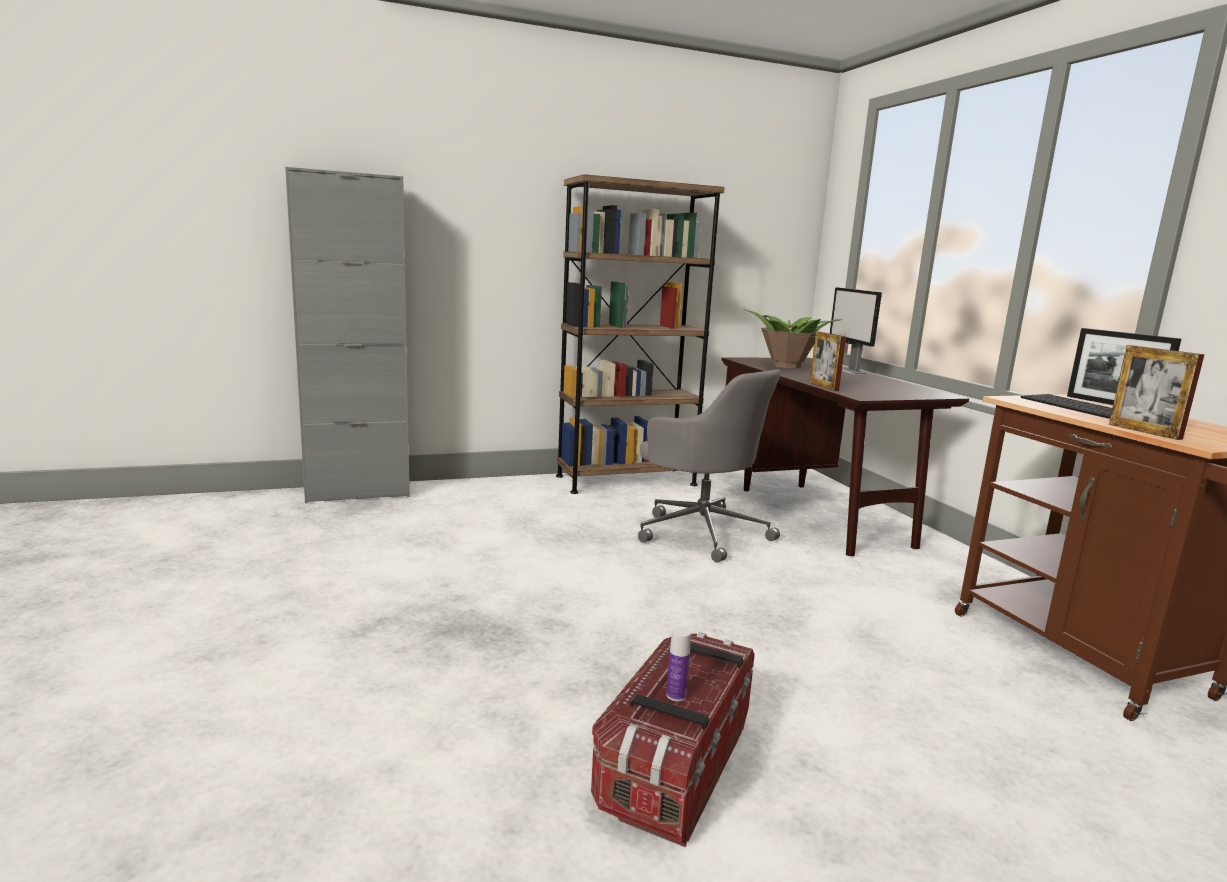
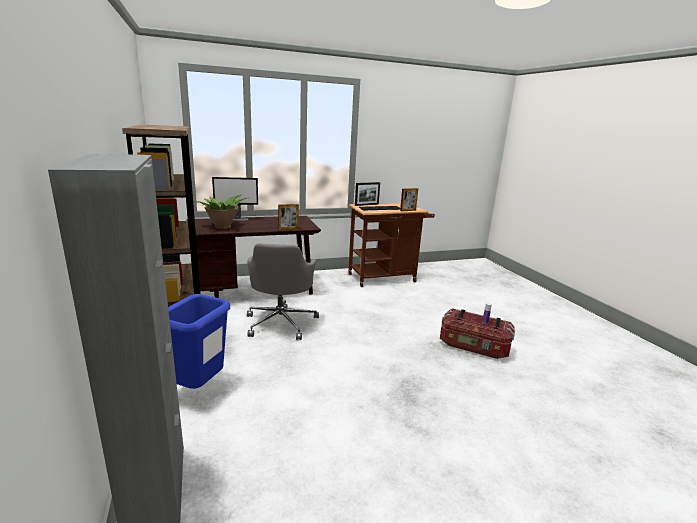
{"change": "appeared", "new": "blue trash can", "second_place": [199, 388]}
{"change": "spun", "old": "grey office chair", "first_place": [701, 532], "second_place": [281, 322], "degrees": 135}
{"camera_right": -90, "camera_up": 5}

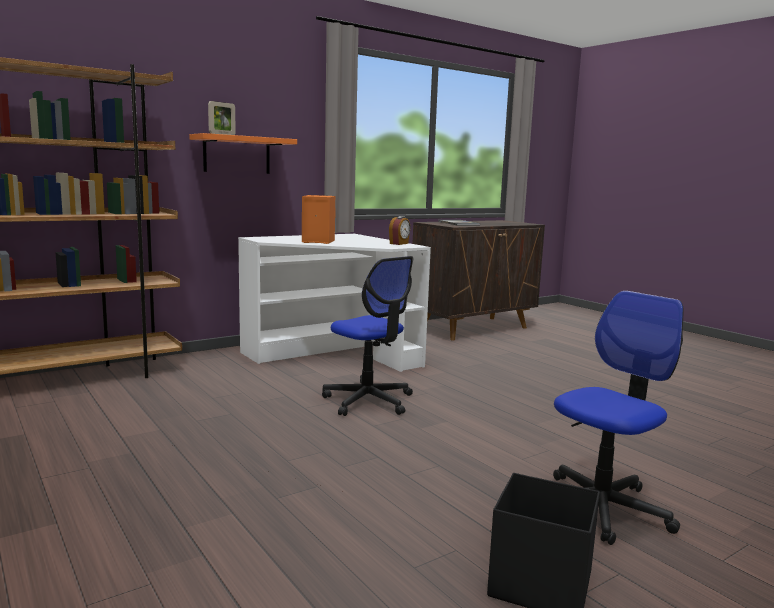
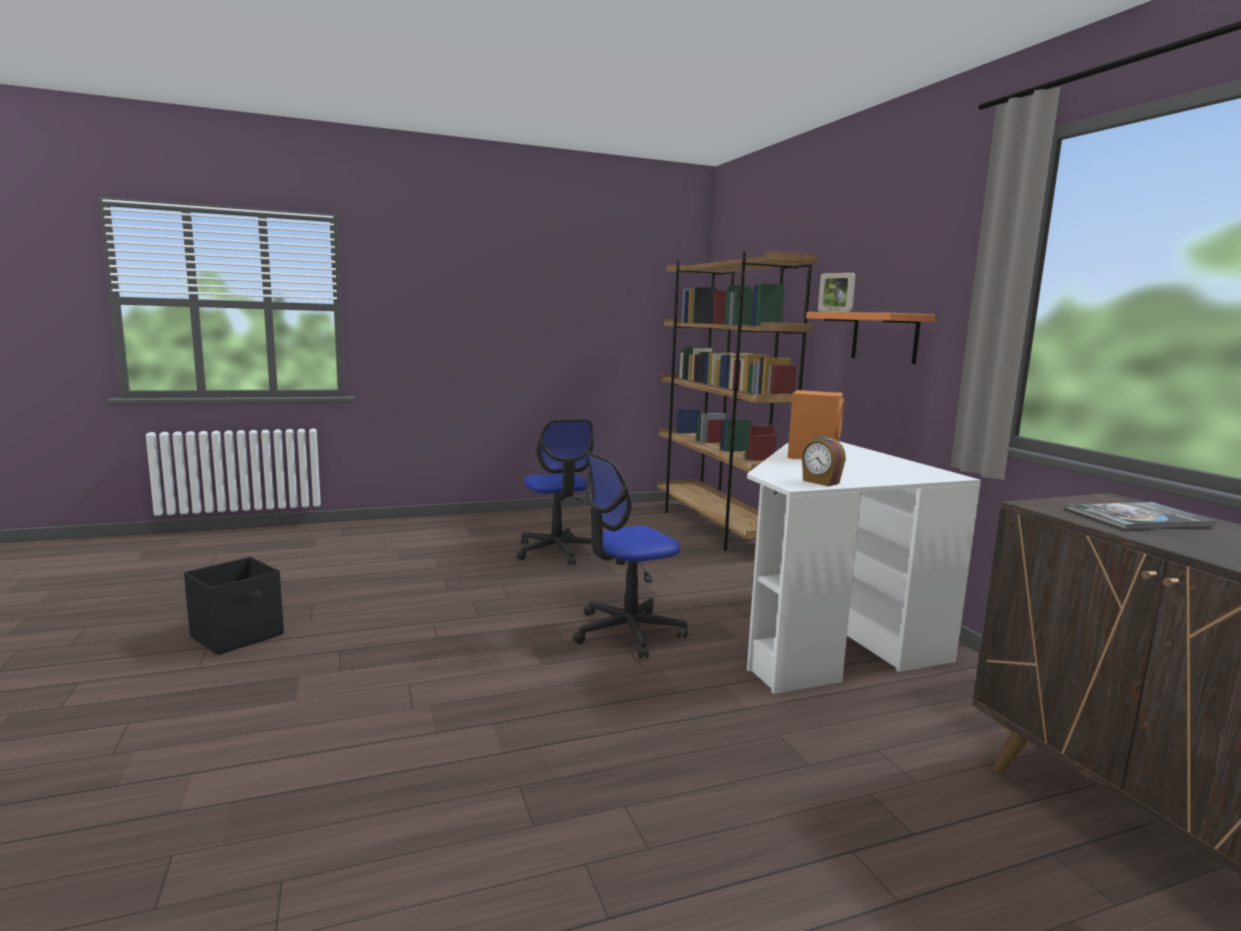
{"change": "relocated", "old": "office chair", "first_place": [602, 508], "second_place": [557, 551]}
{"camera_right": 105, "camera_up": 0}

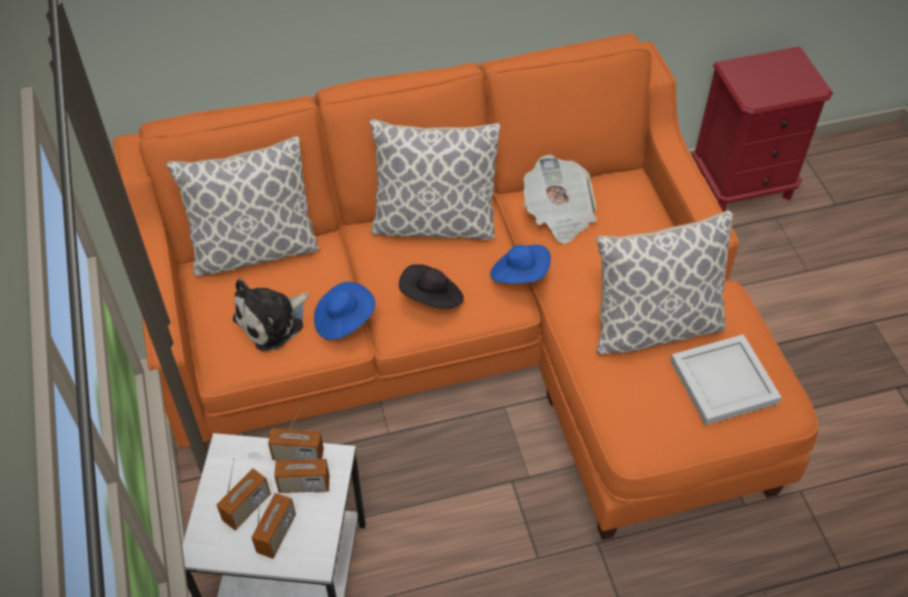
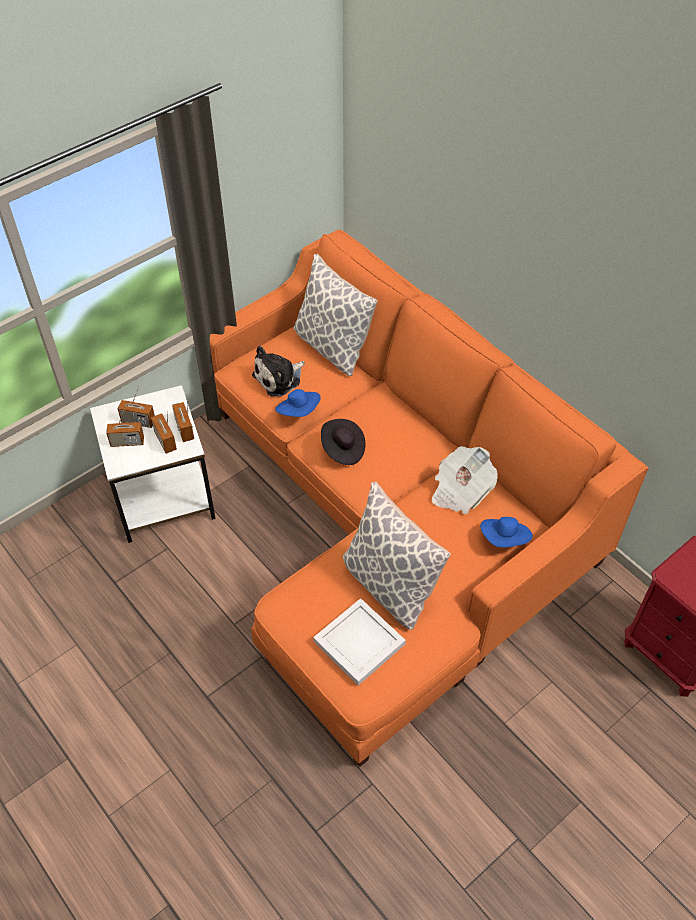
{"change": "missing", "old": "pillow", "first_place": [434, 222]}
{"change": "relocated", "old": "blue hat", "first_place": [520, 275], "second_place": [505, 539]}
{"change": "spun", "old": "plush toy", "first_place": [273, 321], "second_place": [279, 378], "degrees": -60}
{"camera_right": 65, "camera_up": 0}

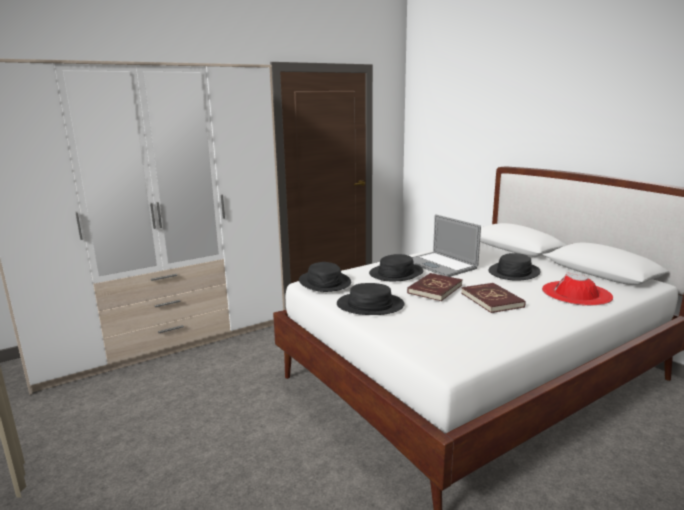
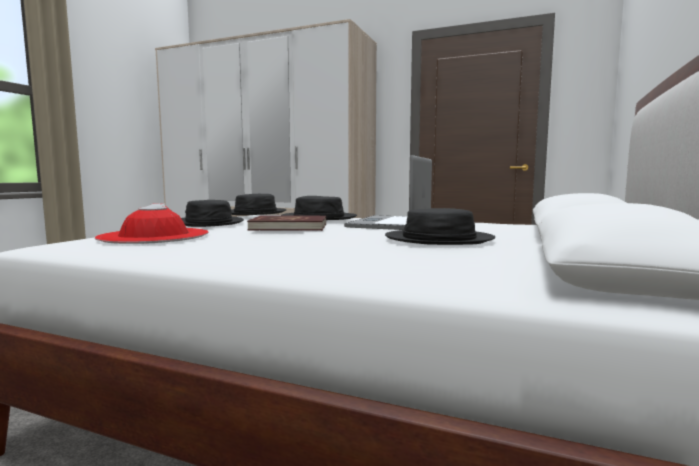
{"change": "missing", "old": "red book", "first_place": [492, 300]}
{"change": "relocated", "old": "red hat", "first_place": [576, 293], "second_place": [154, 236]}
{"camera_right": 55, "camera_up": -10}

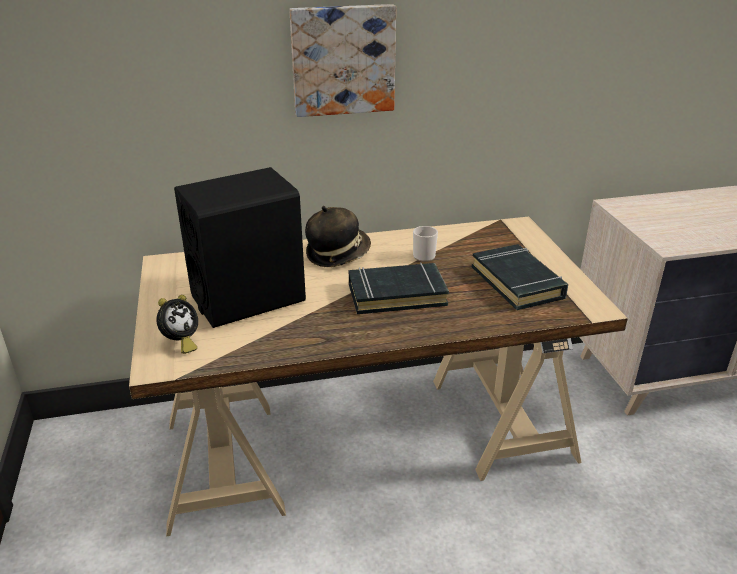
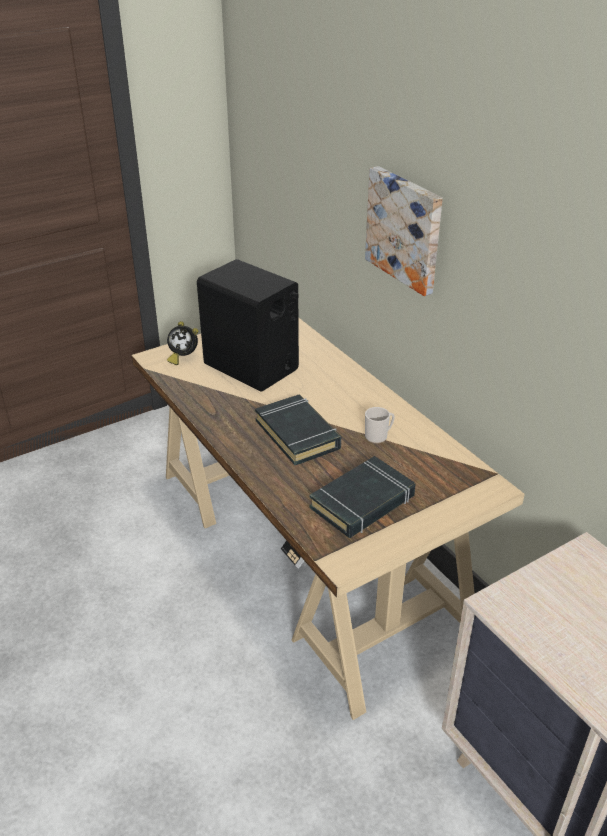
{"change": "missing", "old": "hat", "first_place": [337, 254]}
{"camera_right": 70, "camera_up": 5}

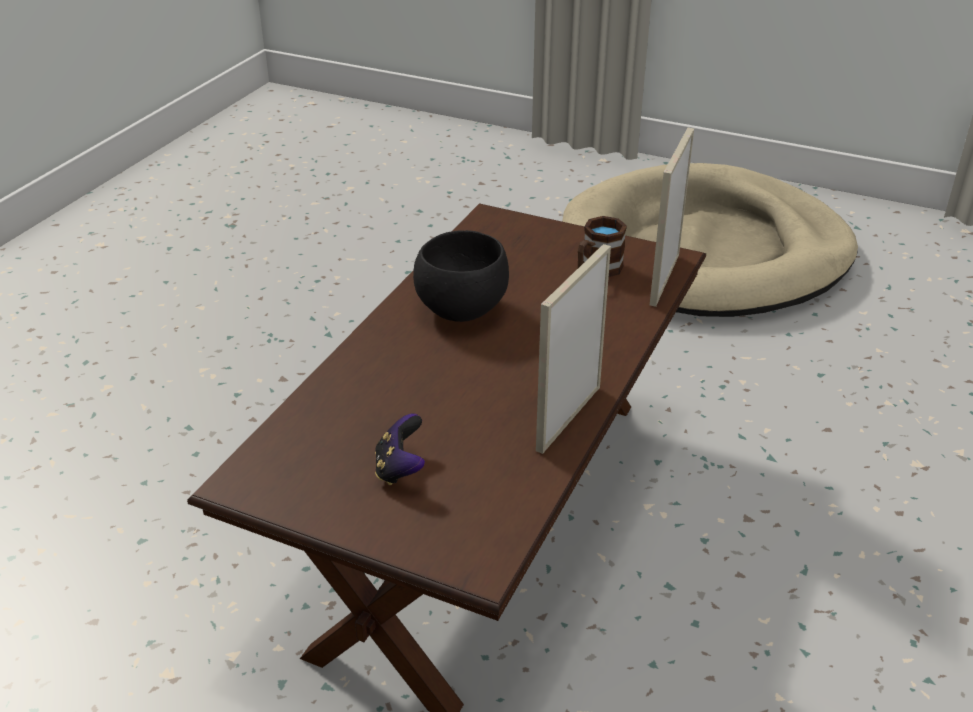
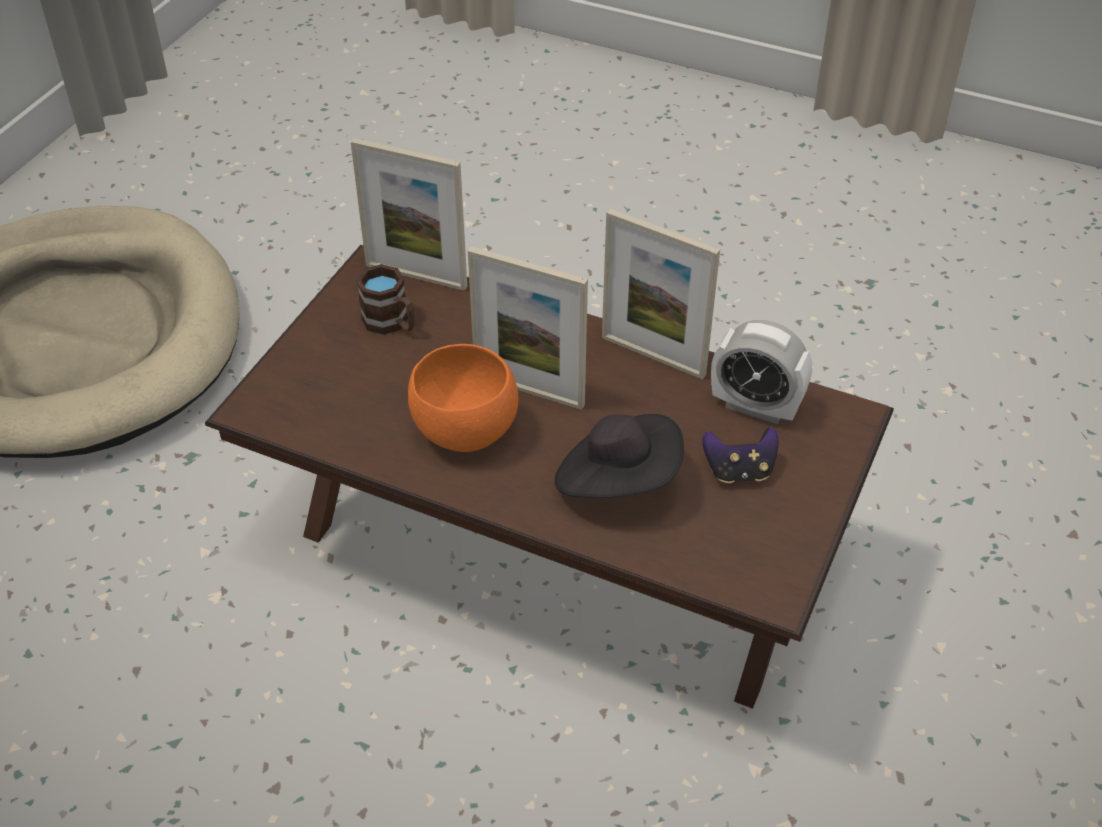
{"change": "appeared", "new": "picture frame", "second_place": [529, 390]}
{"change": "appeared", "new": "black hat", "second_place": [618, 480]}
{"change": "appeared", "new": "alarm clock", "second_place": [755, 406]}
{"change": "colour", "old": "black bowl", "new": "orange bowl", "first_place": [459, 310], "second_place": [464, 434]}
{"camera_right": -90, "camera_up": 10}

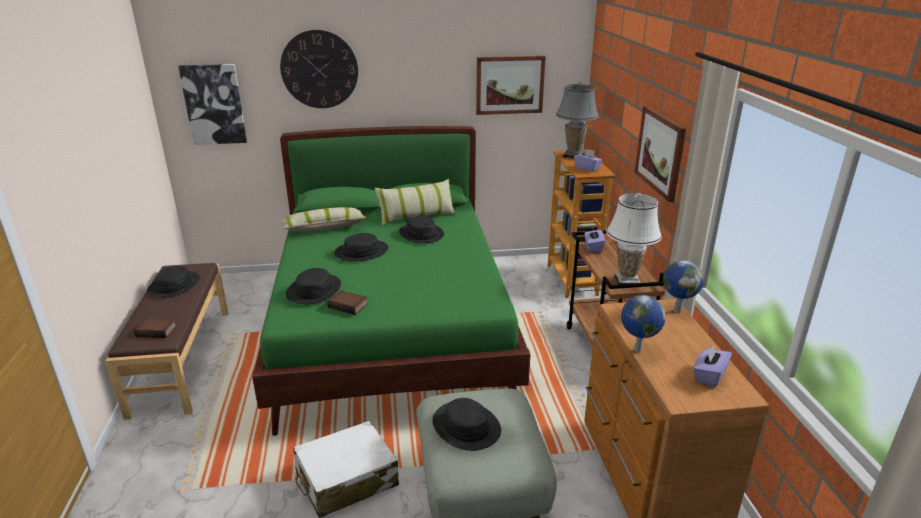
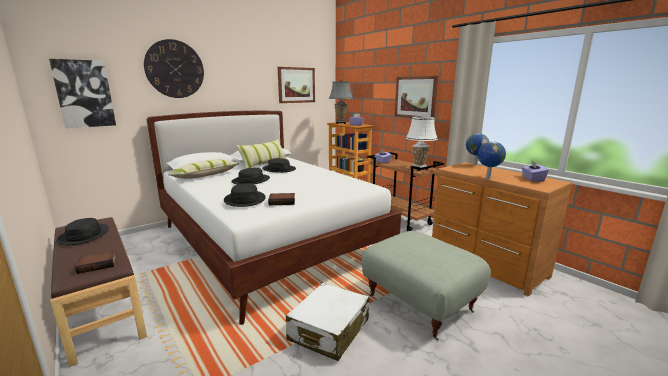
{"change": "missing", "old": "black hat", "first_place": [466, 426]}
{"change": "colour", "old": "green bed", "new": "white bed", "first_place": [392, 330], "second_place": [269, 241]}
{"camera_right": -30, "camera_up": -10}

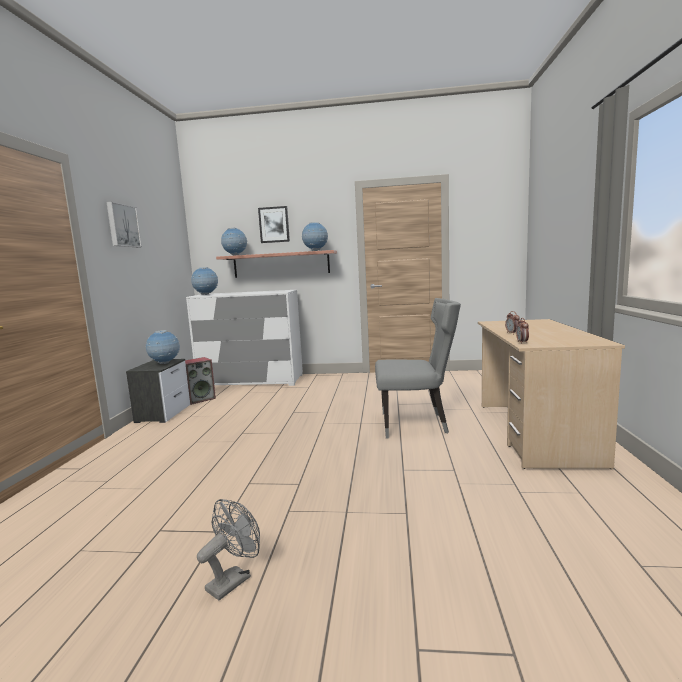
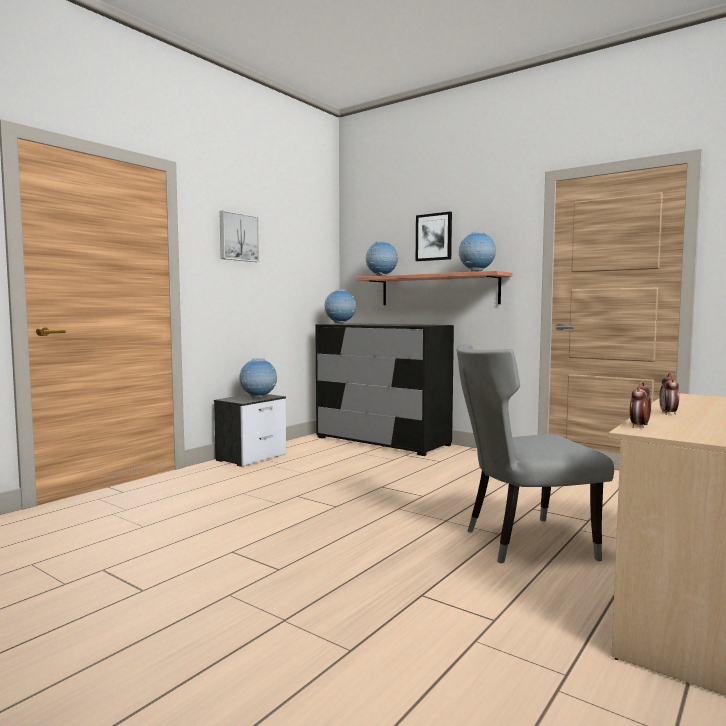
{"change": "missing", "old": "speaker", "first_place": [200, 399]}
{"change": "missing", "old": "grey fan", "first_place": [233, 579]}
{"change": "colour", "old": "white dresser", "new": "black dresser", "first_place": [251, 381], "second_place": [382, 441]}
{"change": "spun", "old": "grey chair", "first_place": [416, 424], "second_place": [522, 542], "degrees": 135}
{"camera_right": 30, "camera_up": -5}

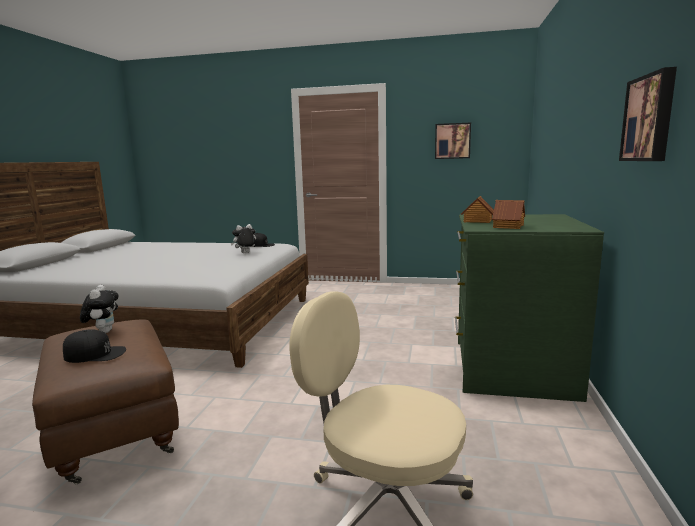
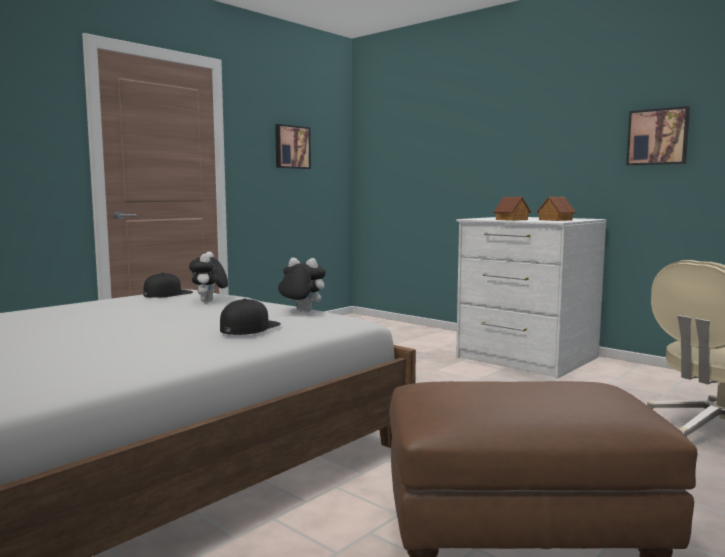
{"change": "relocated", "old": "black cap", "first_place": [95, 354], "second_place": [249, 327]}
{"change": "relocated", "old": "plush toy", "first_place": [103, 332], "second_place": [301, 311]}
{"change": "colour", "old": "green dresser", "new": "white dresser", "first_place": [510, 368], "second_place": [526, 358]}
{"camera_right": -60, "camera_up": -5}

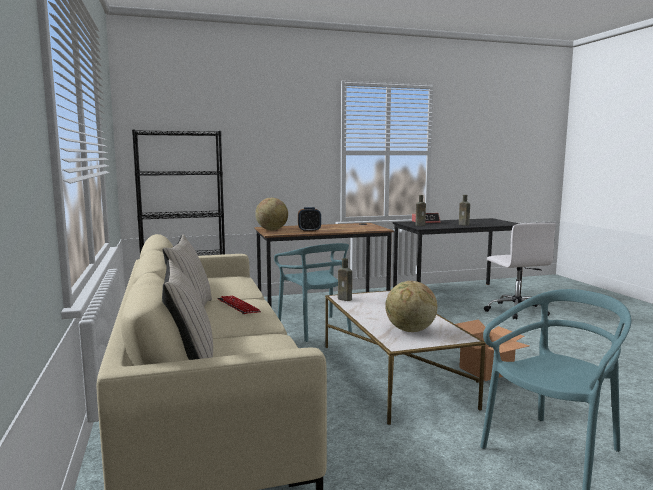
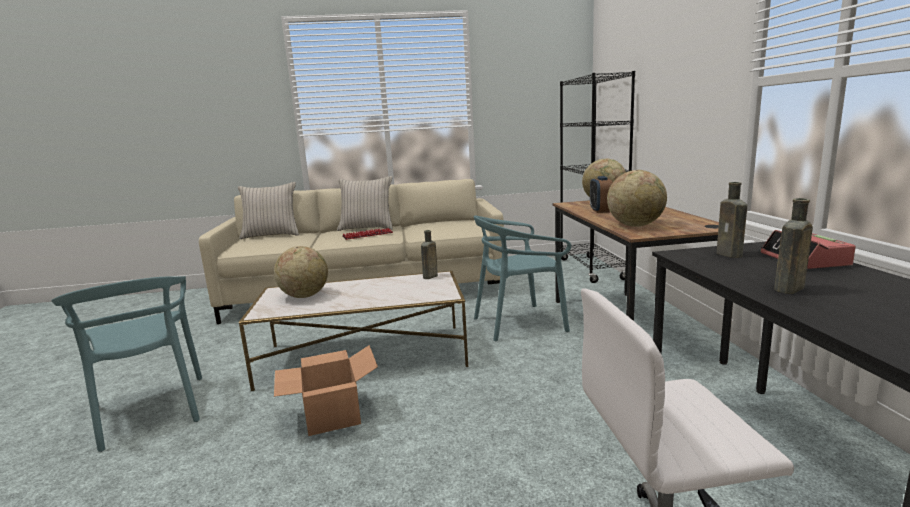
{"change": "appeared", "new": "globe", "second_place": [635, 225]}
{"camera_right": 100, "camera_up": 5}

